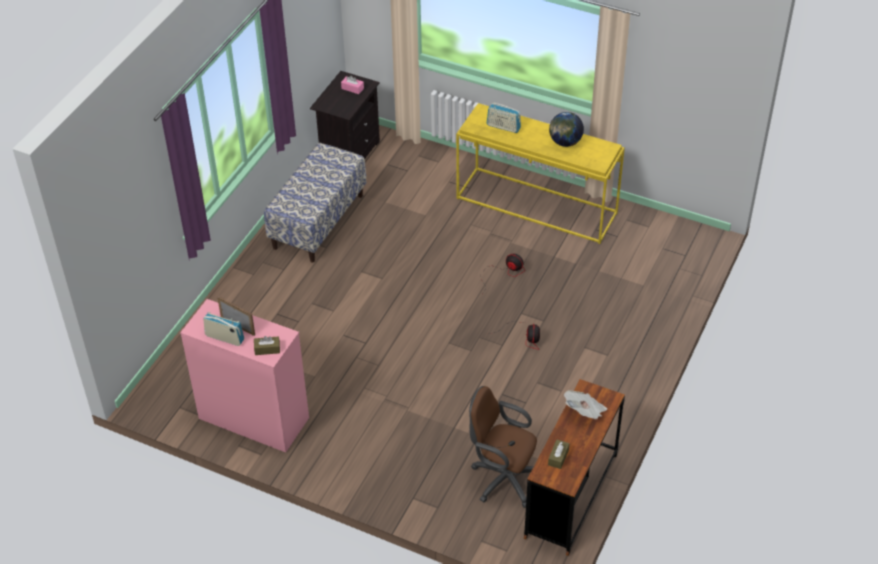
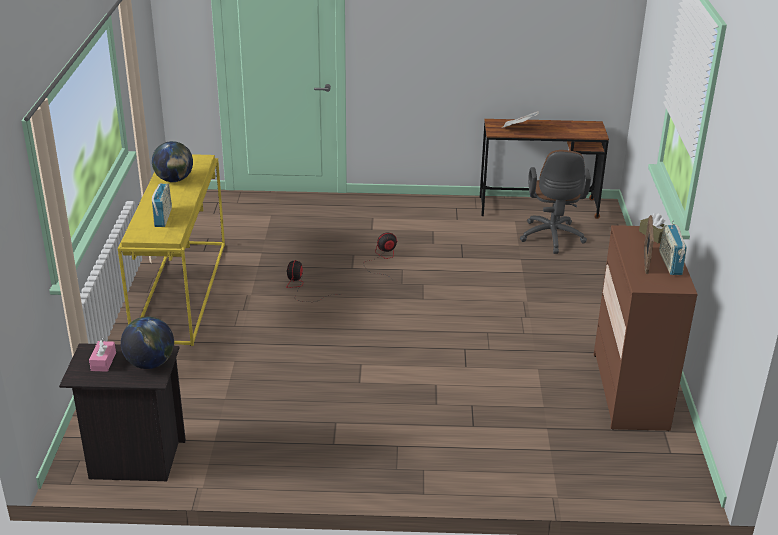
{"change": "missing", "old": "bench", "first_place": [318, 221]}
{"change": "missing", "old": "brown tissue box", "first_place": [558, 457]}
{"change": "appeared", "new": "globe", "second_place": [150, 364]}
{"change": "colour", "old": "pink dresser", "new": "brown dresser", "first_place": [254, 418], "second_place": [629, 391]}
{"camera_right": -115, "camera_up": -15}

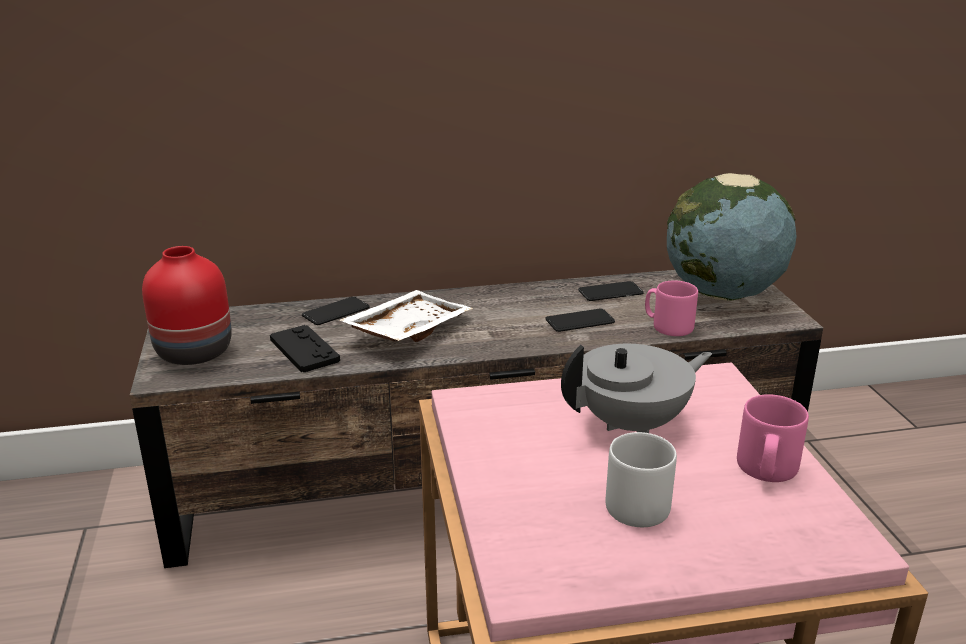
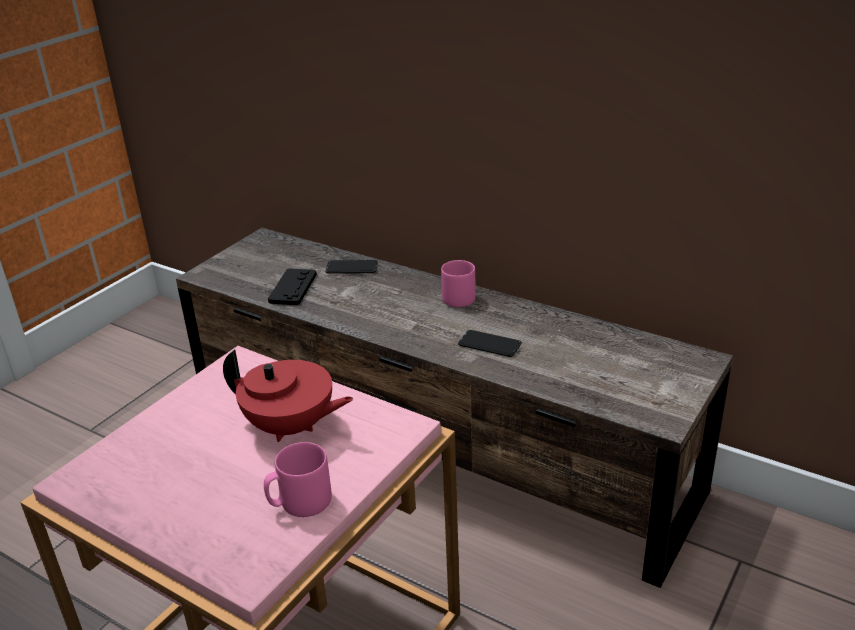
{"change": "missing", "old": "red vase", "first_place": [195, 352]}
{"change": "missing", "old": "white tray", "first_place": [406, 330]}
{"change": "missing", "old": "phone", "first_place": [610, 292]}
{"change": "missing", "old": "grey mug", "first_place": [632, 503]}
{"change": "missing", "old": "globe", "first_place": [722, 294]}
{"change": "relocated", "old": "pink mug", "first_place": [668, 326], "second_place": [457, 297]}
{"change": "colour", "old": "grey teapot", "new": "red teapot", "first_place": [633, 424], "second_place": [291, 427]}
{"camera_right": 45, "camera_up": 5}

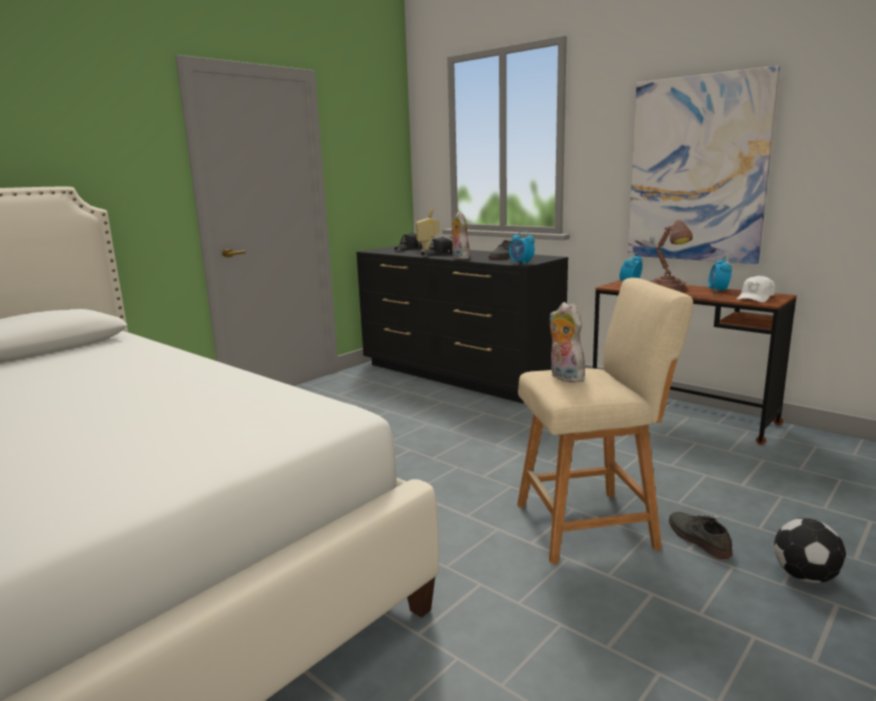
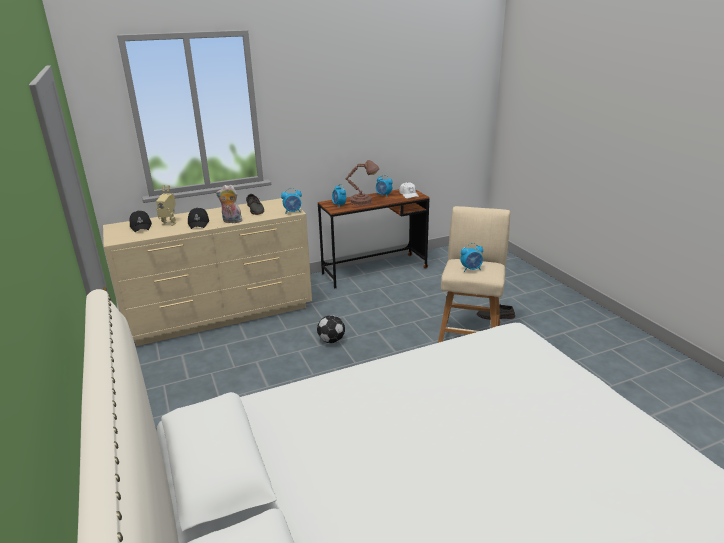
{"change": "missing", "old": "picture", "first_place": [697, 170]}
{"change": "relocated", "old": "football", "first_place": [806, 577], "second_place": [332, 340]}
{"change": "exchanged", "old": "plush toy", "new": "alarm clock", "first_place": [564, 377], "second_place": [471, 269]}
{"change": "colour", "old": "black dresser", "new": "beige dresser", "first_place": [457, 375], "second_place": [222, 315]}
{"camera_right": -65, "camera_up": 10}

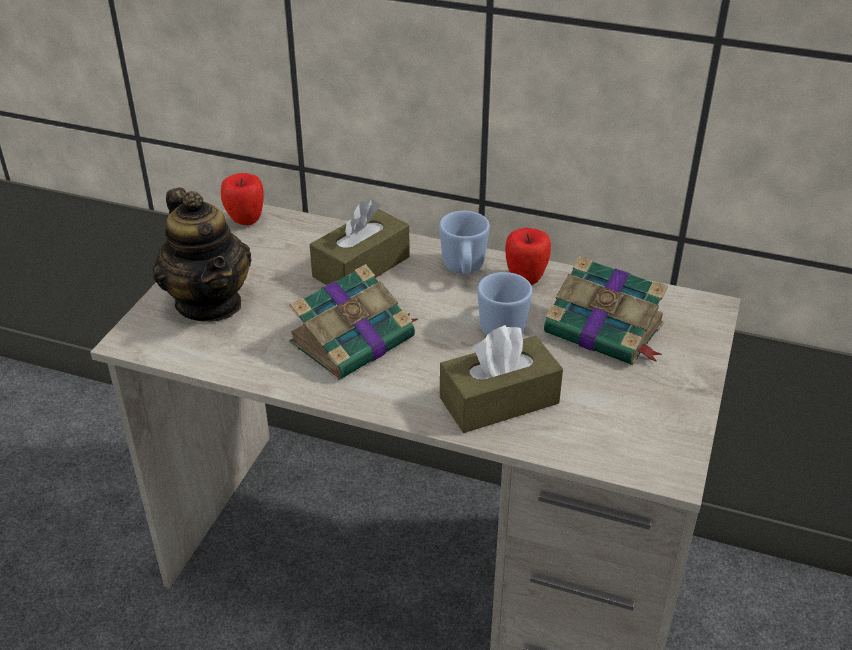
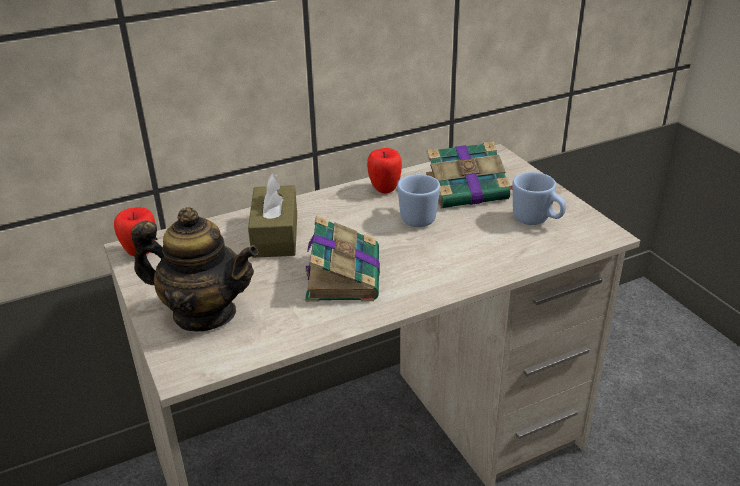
{"change": "missing", "old": "brown tissue box", "first_place": [499, 400]}
{"change": "relocated", "old": "blue mug", "first_place": [464, 270], "second_place": [536, 221]}
{"camera_right": -45, "camera_up": -5}

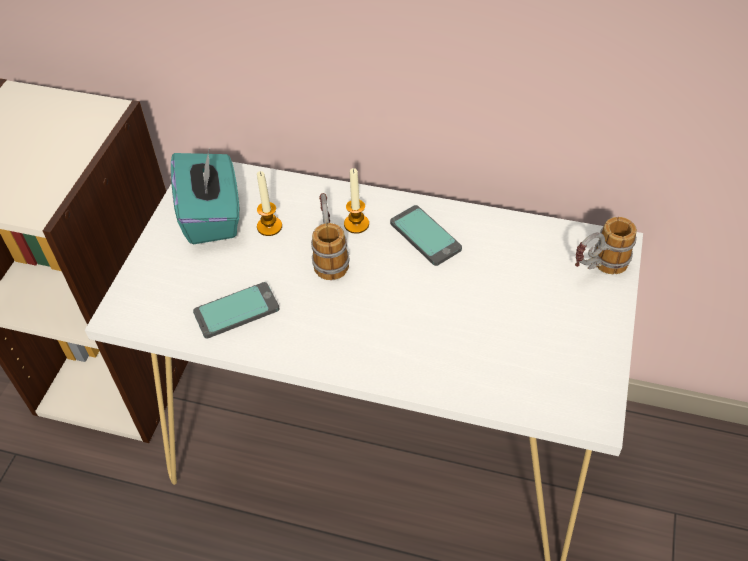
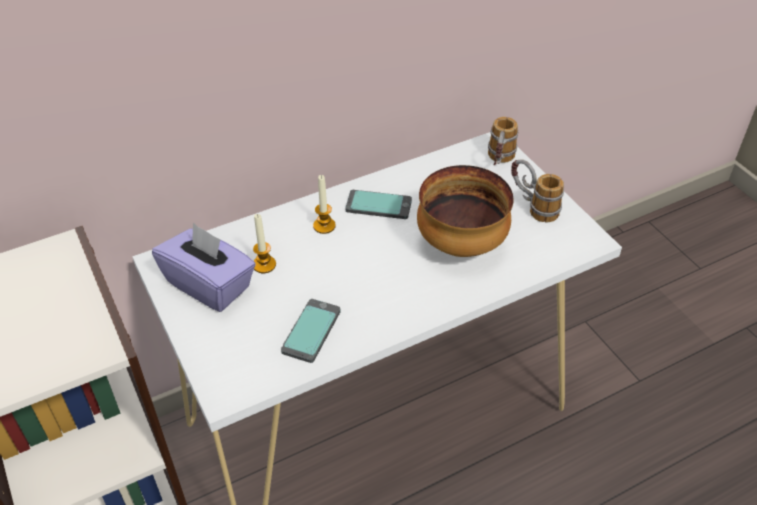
{"change": "appeared", "new": "bowl", "second_place": [461, 245]}
{"change": "relocated", "old": "mug", "first_place": [329, 254], "second_place": [532, 207]}
{"change": "colour", "old": "turquoise tissue box", "new": "purple tissue box", "first_place": [212, 216], "second_place": [210, 285]}
{"camera_right": -45, "camera_up": -5}

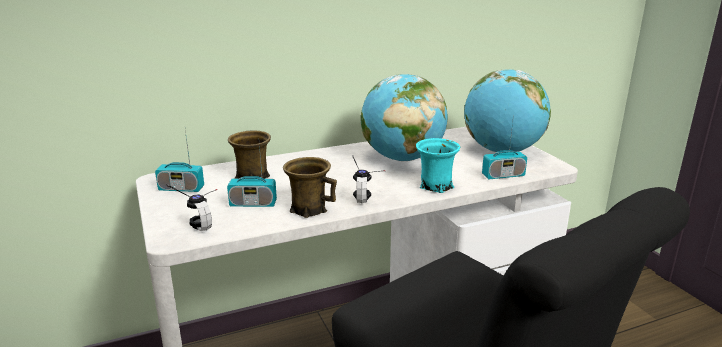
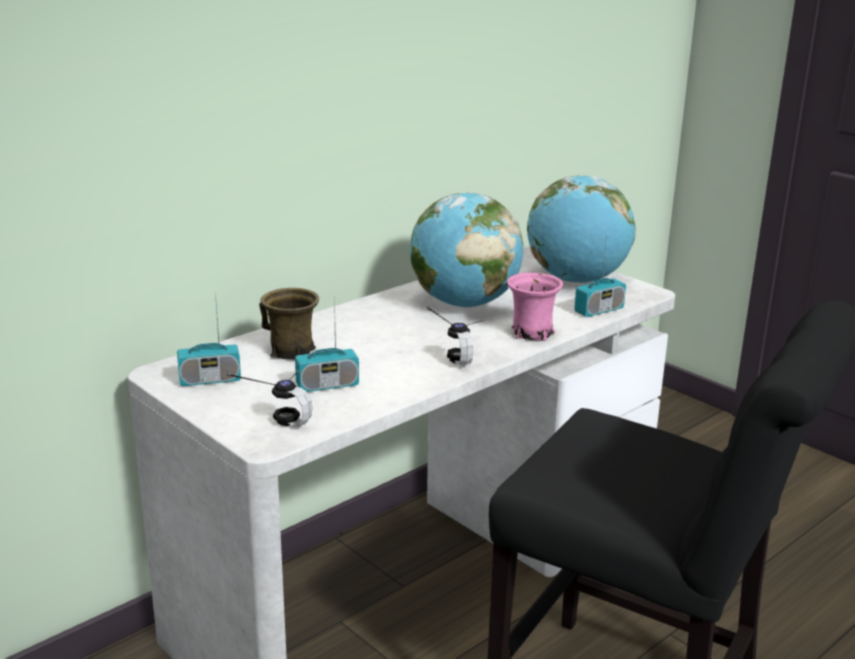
{"change": "missing", "old": "brown mug", "first_place": [309, 209]}
{"change": "colour", "old": "turquoise mug", "new": "pink mug", "first_place": [435, 186], "second_place": [531, 333]}
{"camera_right": -20, "camera_up": 0}

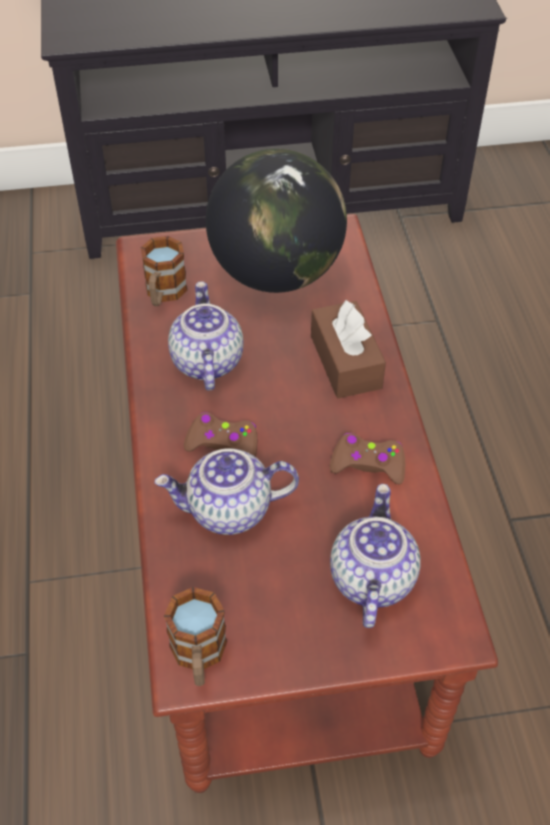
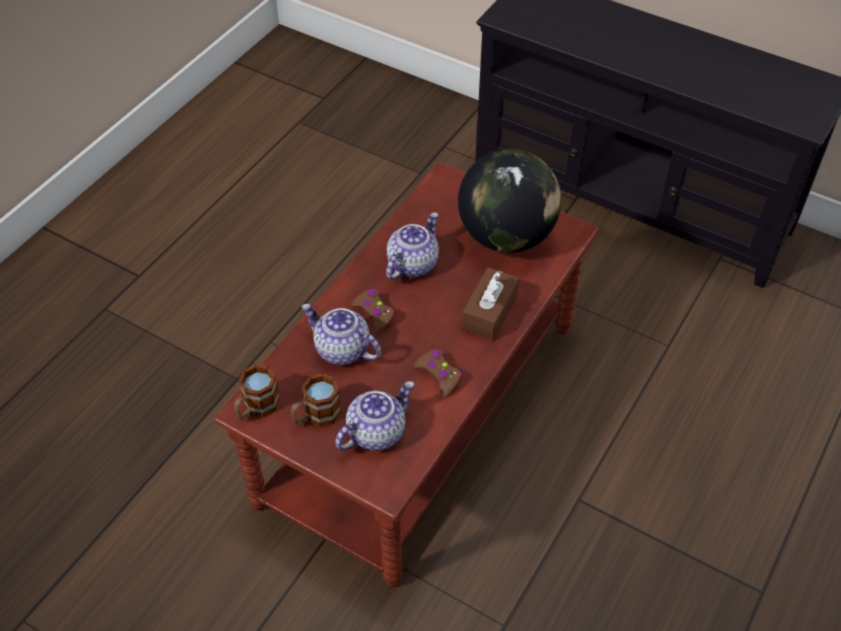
{"change": "relocated", "old": "mug", "first_place": [163, 294], "second_place": [316, 416]}
{"camera_right": 40, "camera_up": 0}

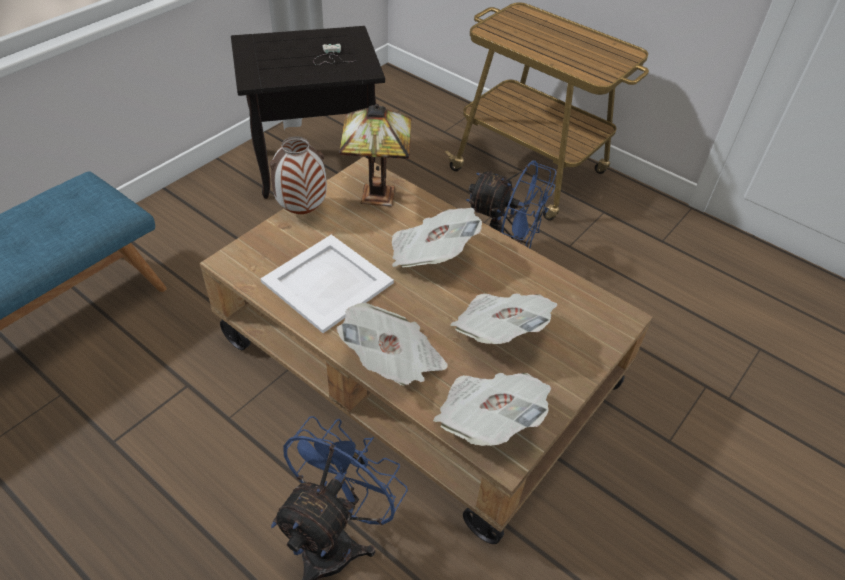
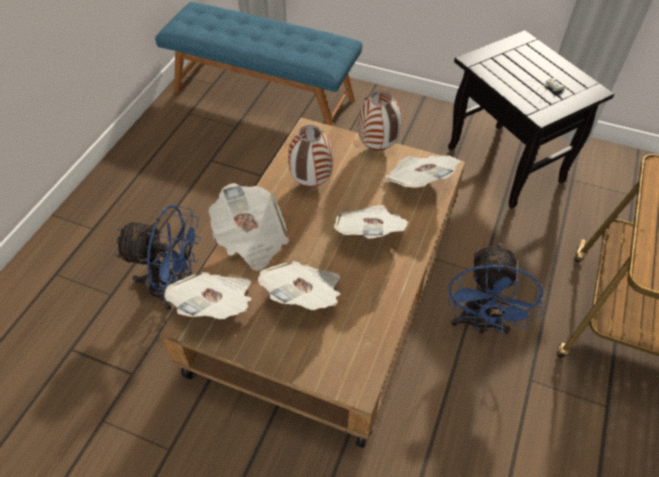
{"change": "exchanged", "old": "white tray", "new": "vase", "first_place": [326, 282], "second_place": [311, 182]}
{"change": "exchanged", "old": "table lamp", "new": "newspaper", "first_place": [375, 196], "second_place": [418, 182]}
{"camera_right": 75, "camera_up": 5}

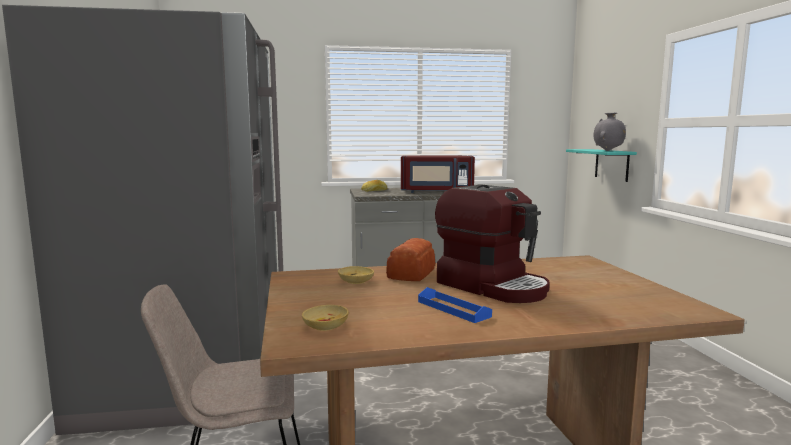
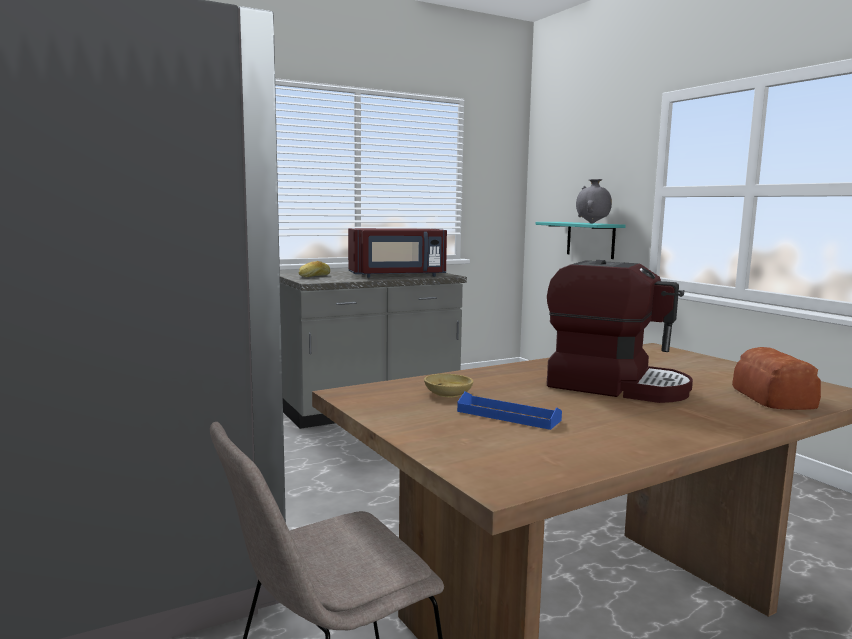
{"change": "missing", "old": "beige bowl", "first_place": [326, 326]}
{"change": "relocated", "old": "bread", "first_place": [412, 273], "second_place": [773, 398]}
{"change": "relocated", "old": "blue tray", "first_place": [453, 309], "second_place": [508, 416]}
{"camera_right": -20, "camera_up": 0}

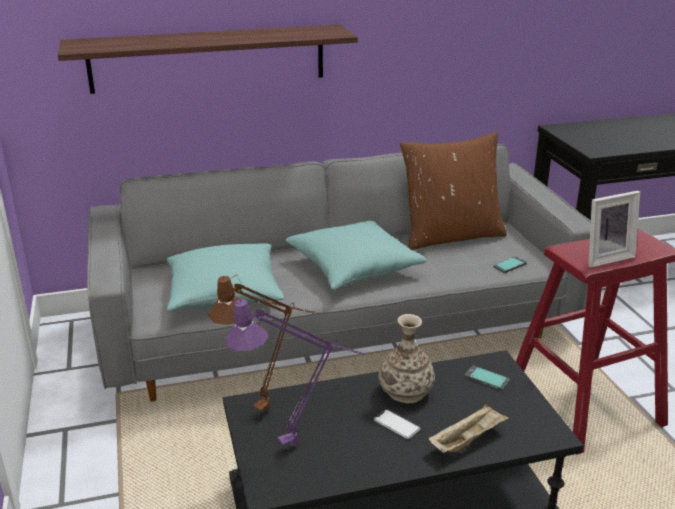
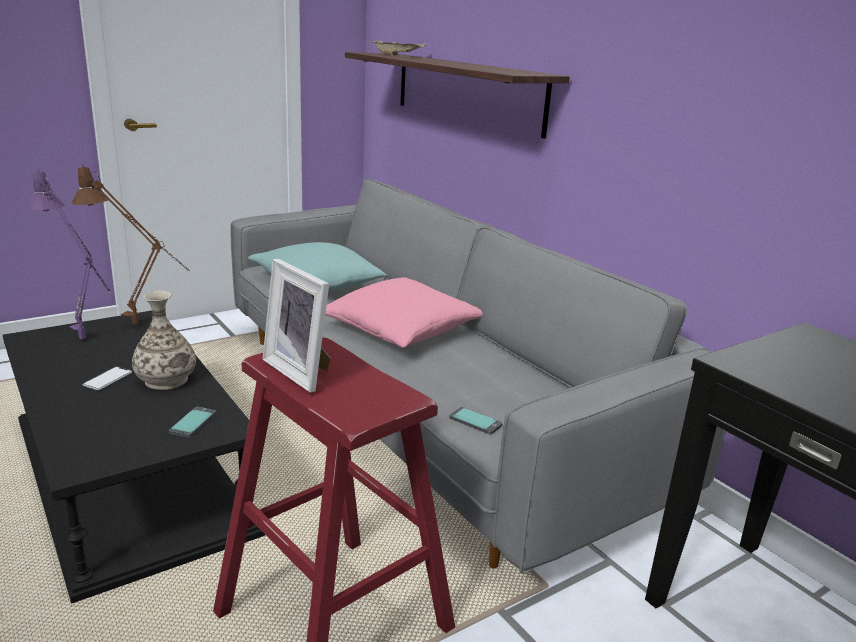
{"change": "missing", "old": "brown pillow", "first_place": [451, 235]}
{"change": "relocated", "old": "beige tray", "first_place": [467, 440], "second_place": [398, 55]}
{"change": "colour", "old": "turquoise pillow", "new": "pink pillow", "first_place": [354, 268], "second_place": [402, 331]}
{"camera_right": 70, "camera_up": -5}

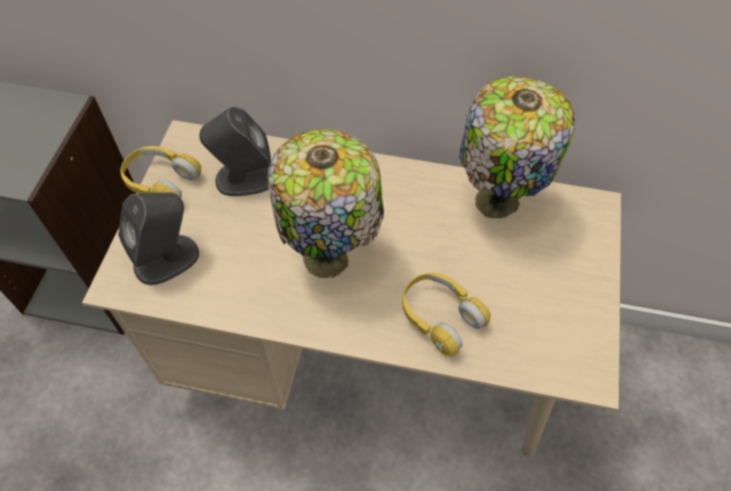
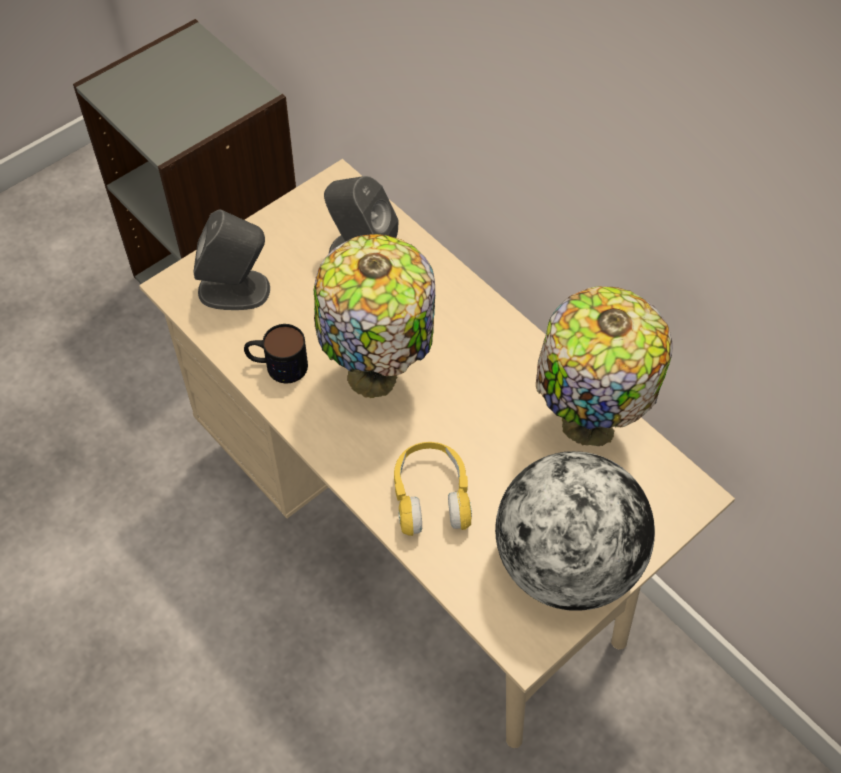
{"change": "missing", "old": "yellow headphones", "first_place": [162, 182]}
{"change": "appeared", "new": "mug", "second_place": [277, 365]}
{"change": "appeared", "new": "globe", "second_place": [564, 563]}
{"camera_right": 35, "camera_up": 0}

